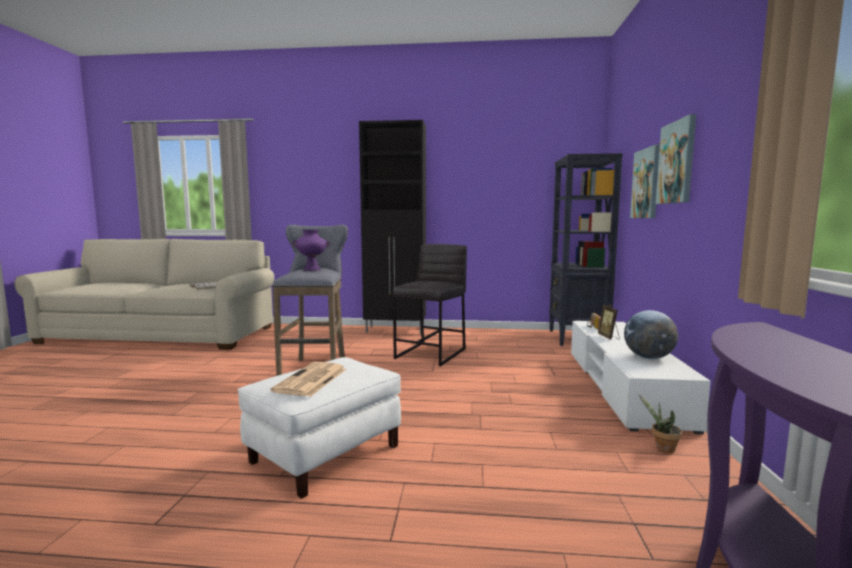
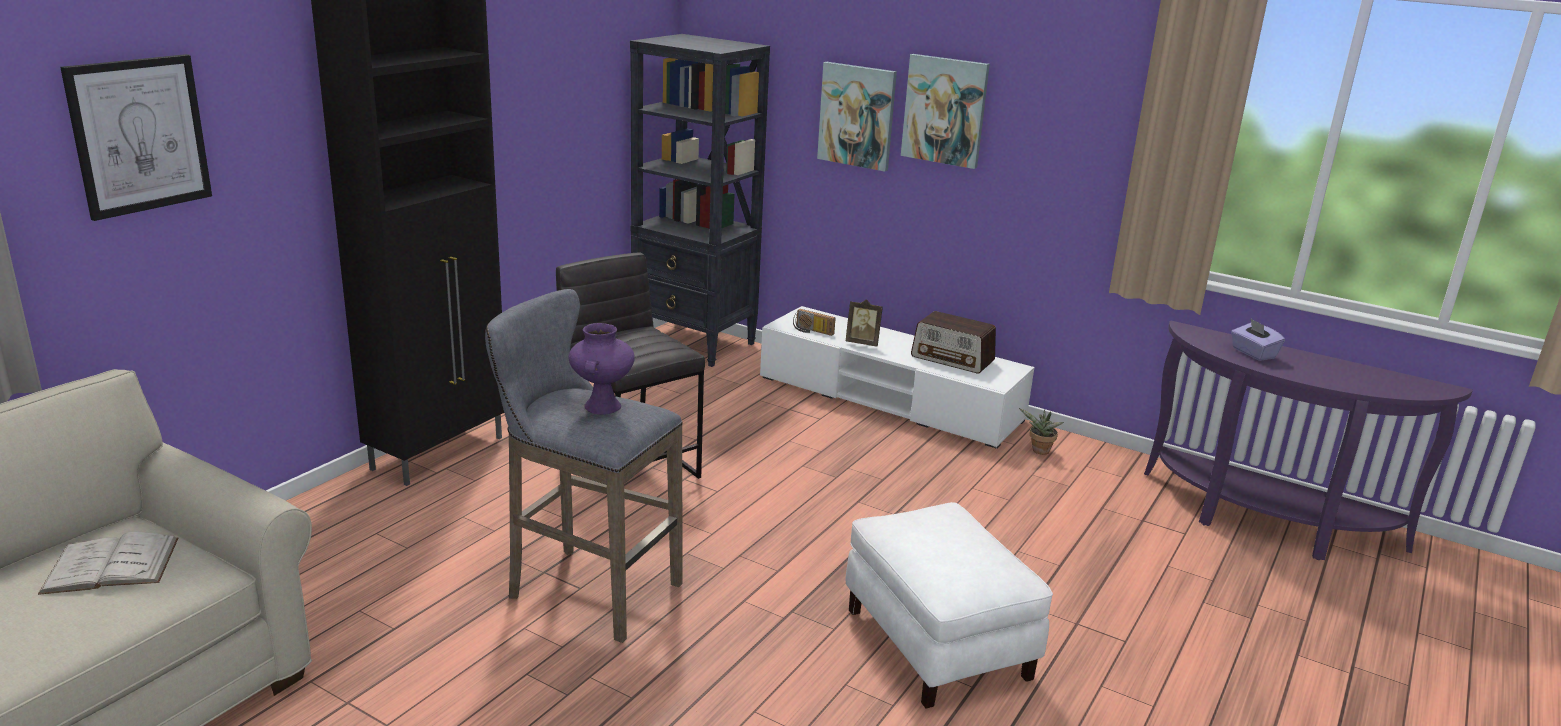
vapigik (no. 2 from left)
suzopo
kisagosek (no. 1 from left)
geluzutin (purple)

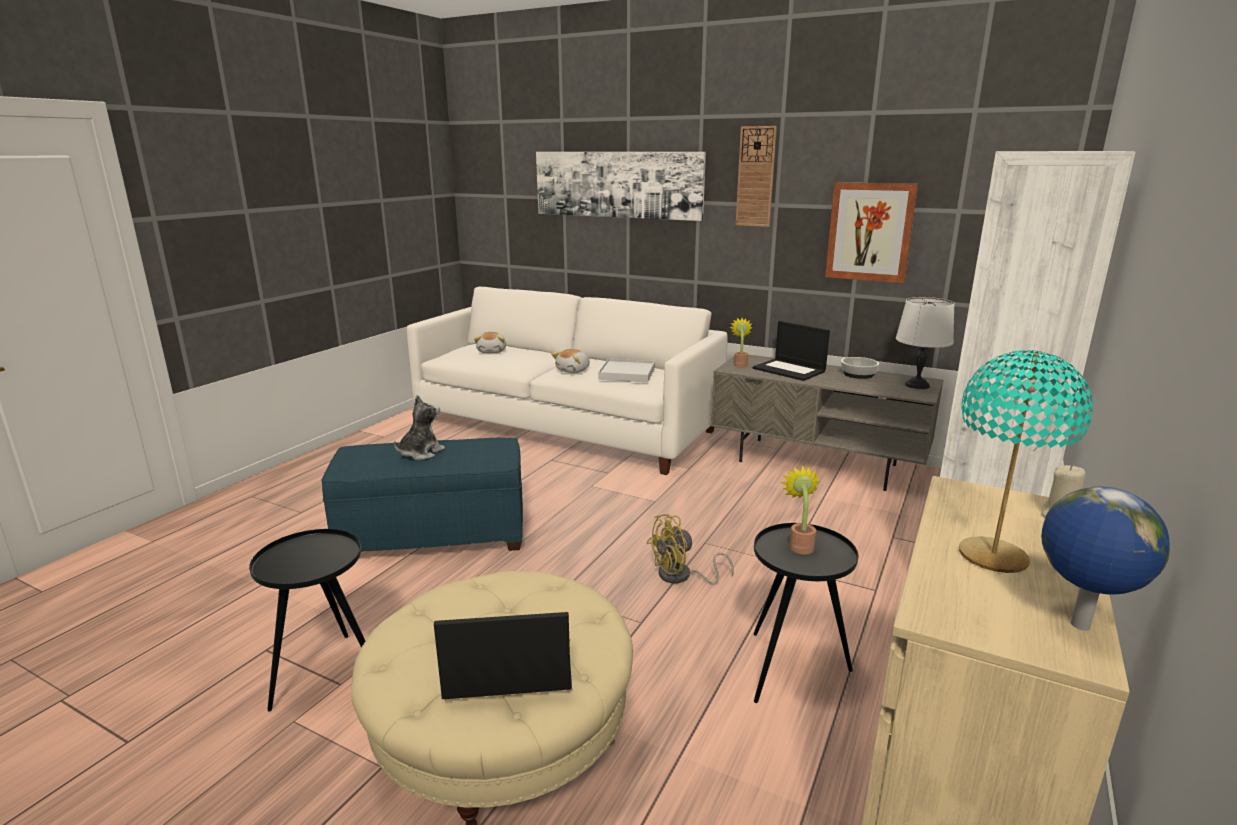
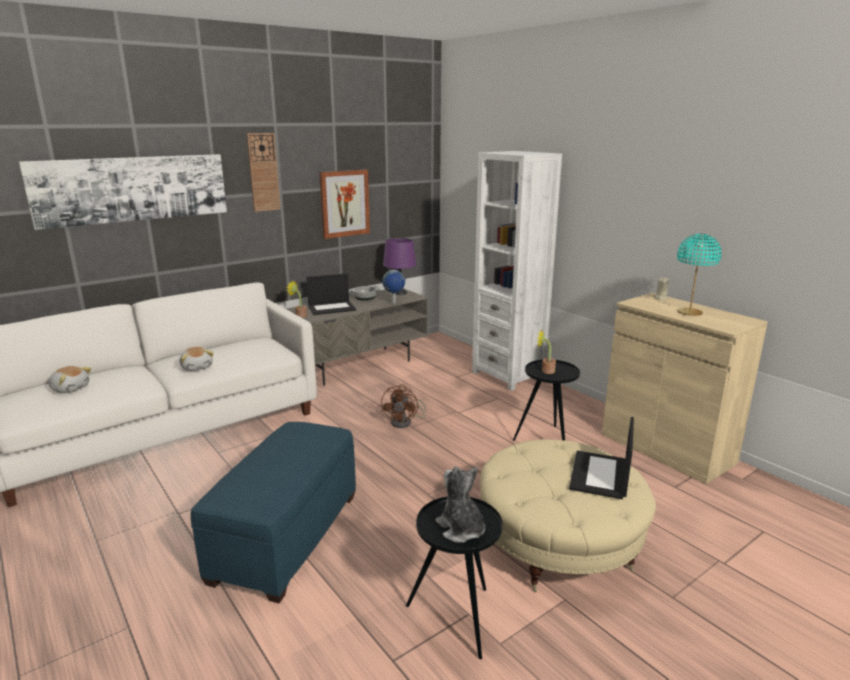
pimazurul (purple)
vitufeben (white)
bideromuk (no. 3 from left)
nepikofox
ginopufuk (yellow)
ginopufuk (brown)

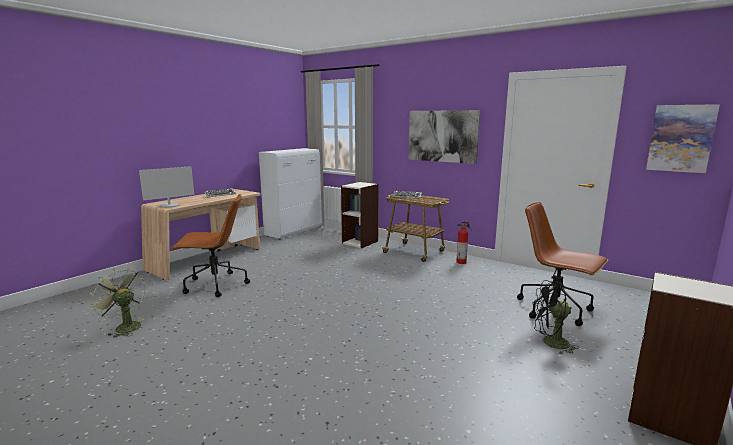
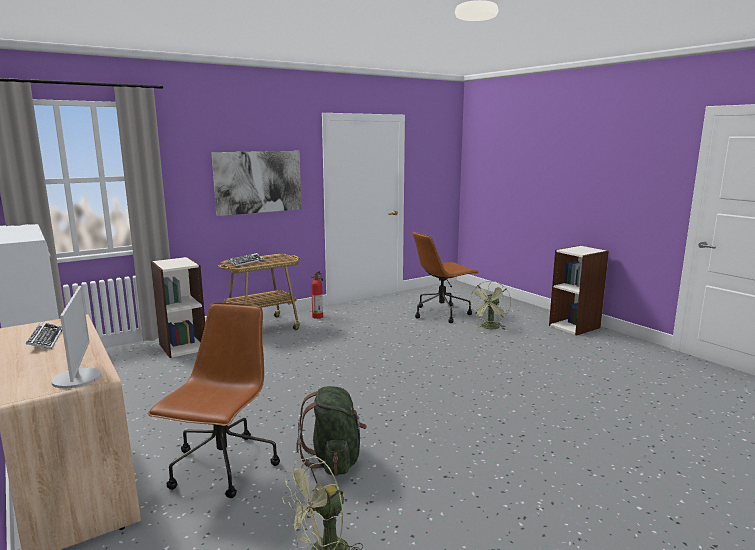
kisagosek (no. 2 from left in the first image)
ginopufuk (green) (no. 2 from left)
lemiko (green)

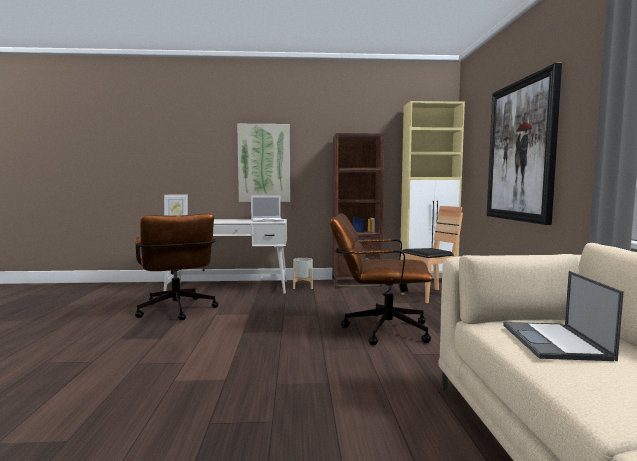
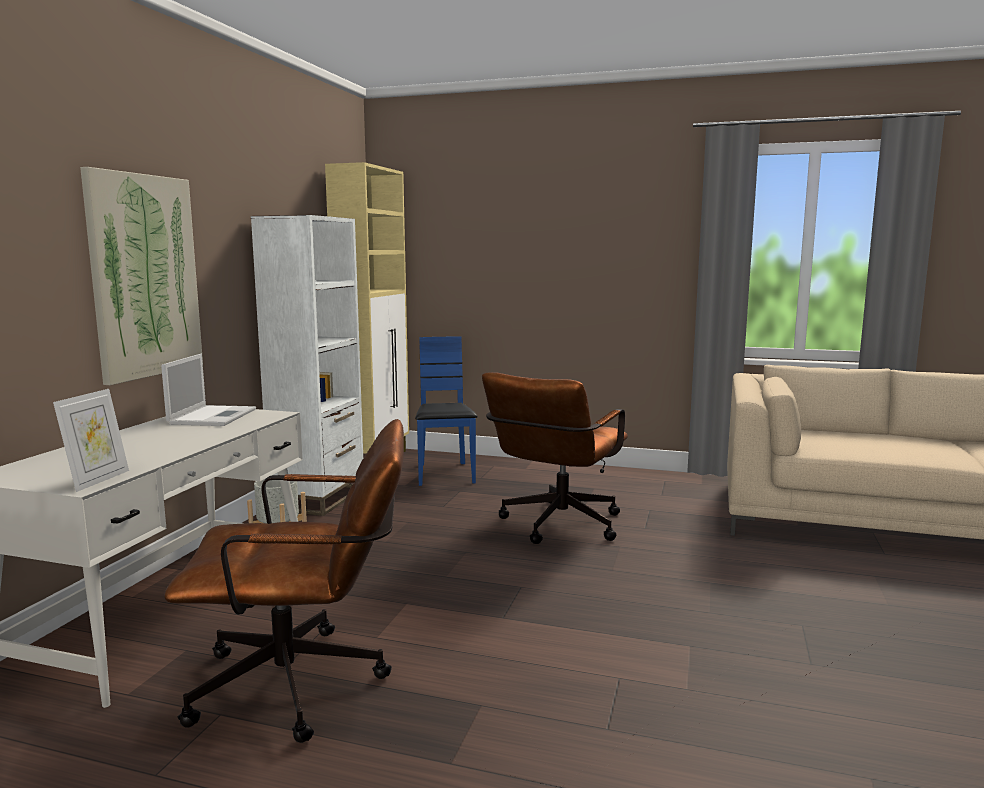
kisagosek (no. 2 from left in the first image)
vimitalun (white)
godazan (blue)
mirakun (no. 2 from left in the first image)

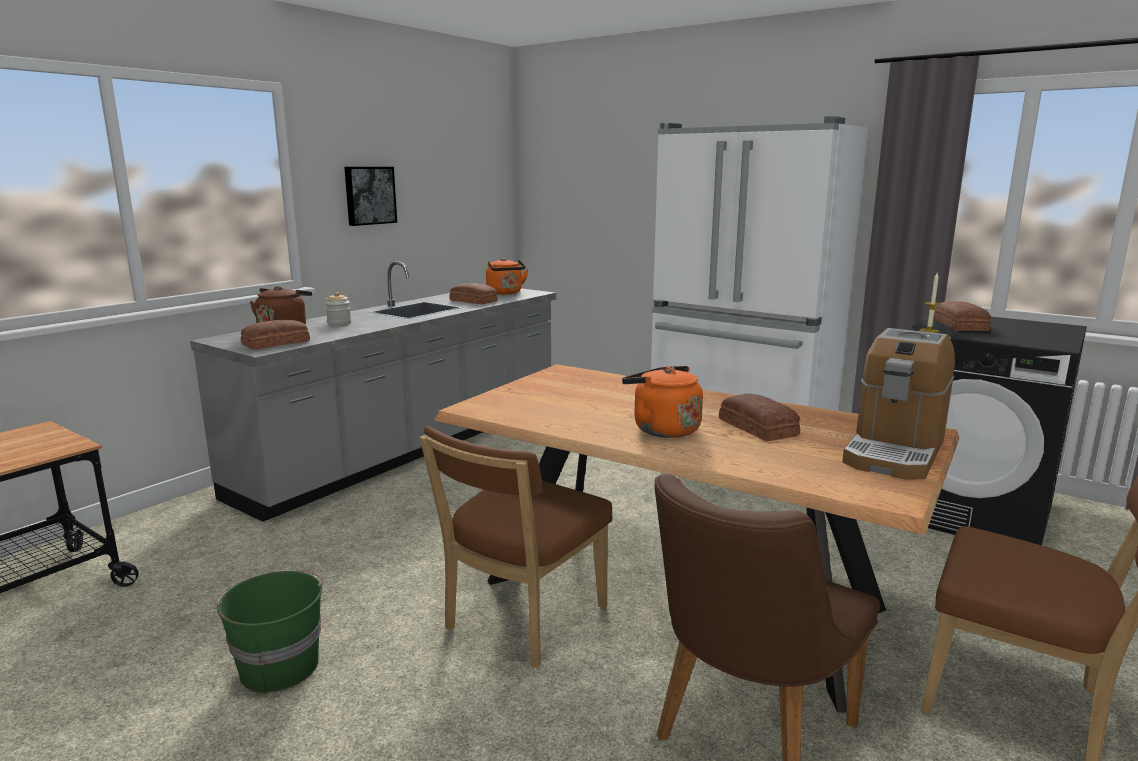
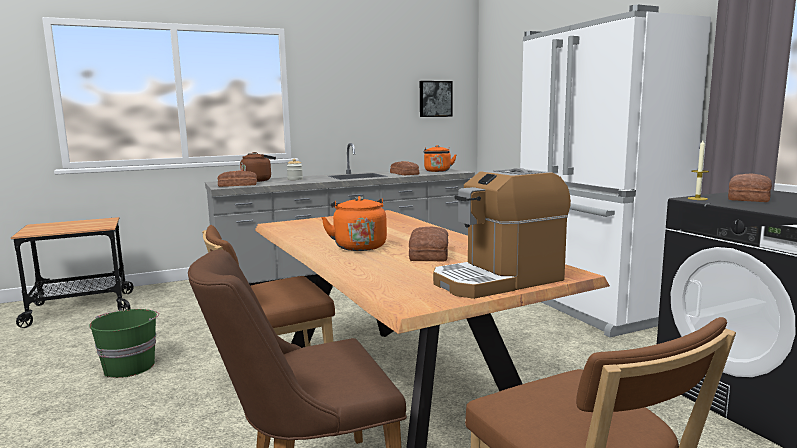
kisagosek

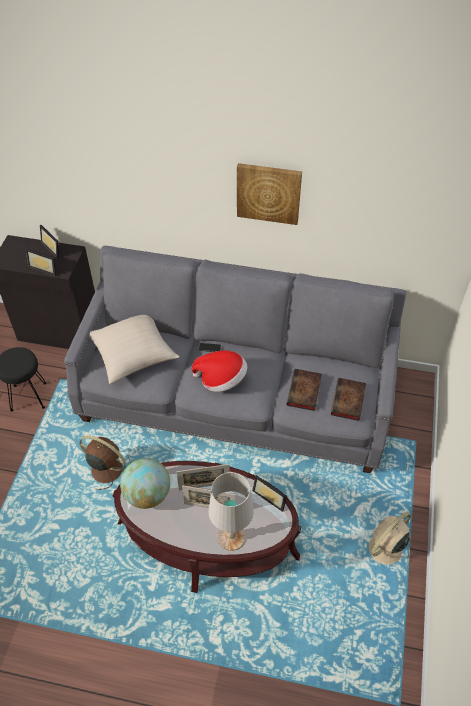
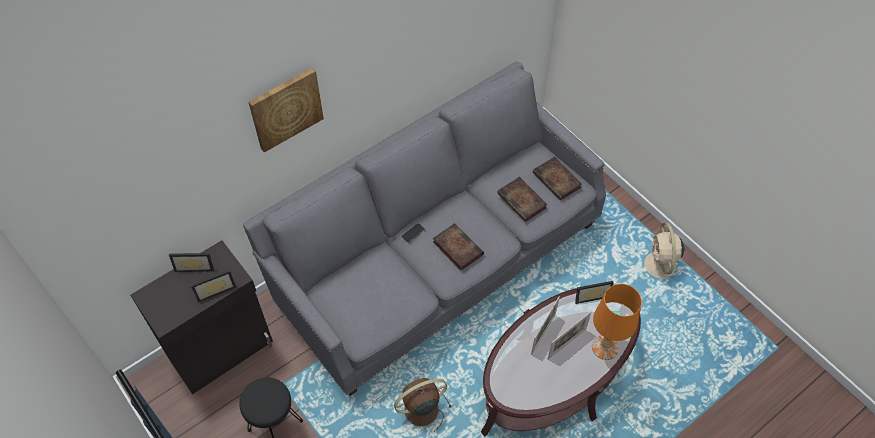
kisagosek
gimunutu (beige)
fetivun (no. 1 from left)
nepikofox
pimazurul (orange)

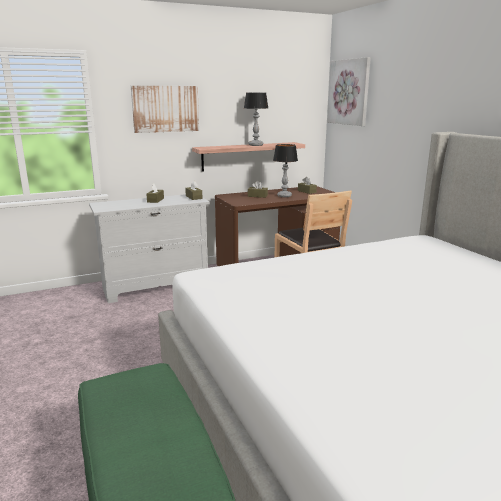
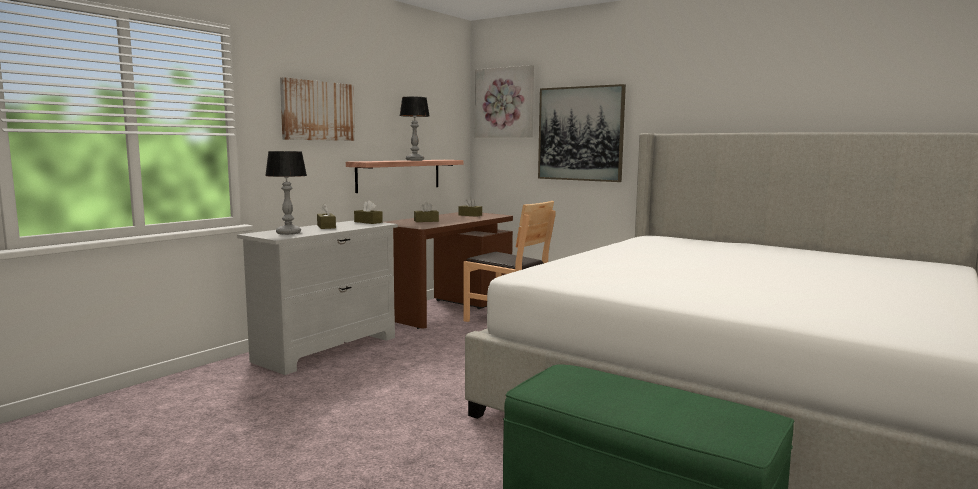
pimazurul (no. 1 from left)
kisagosek (no. 3 from left)

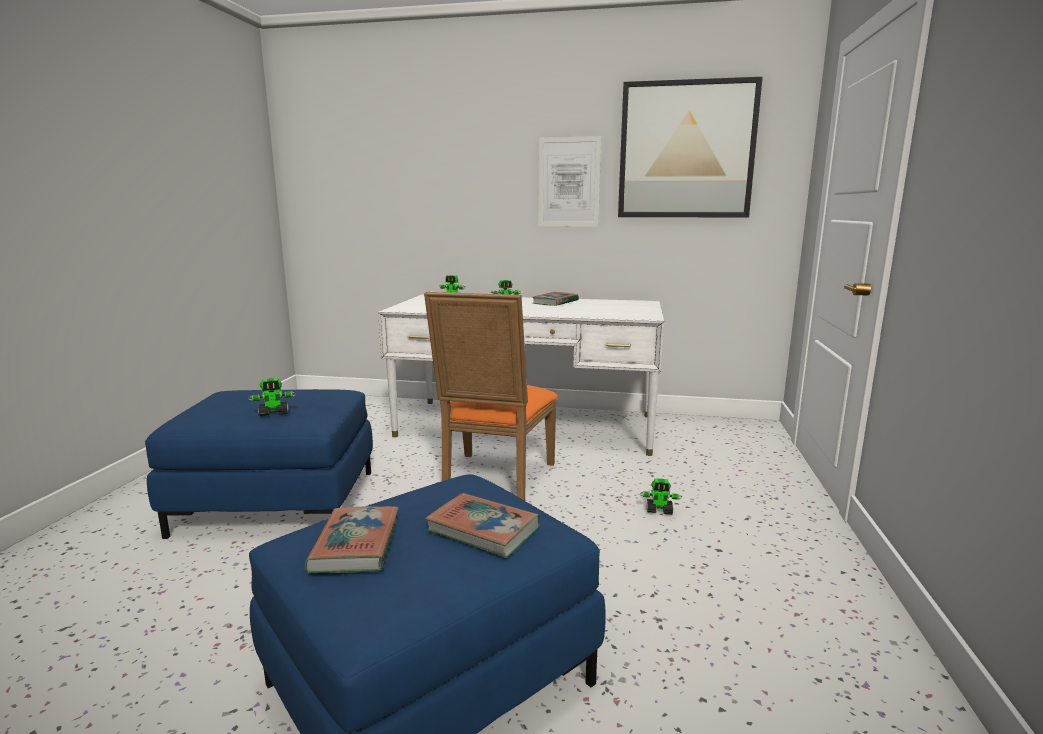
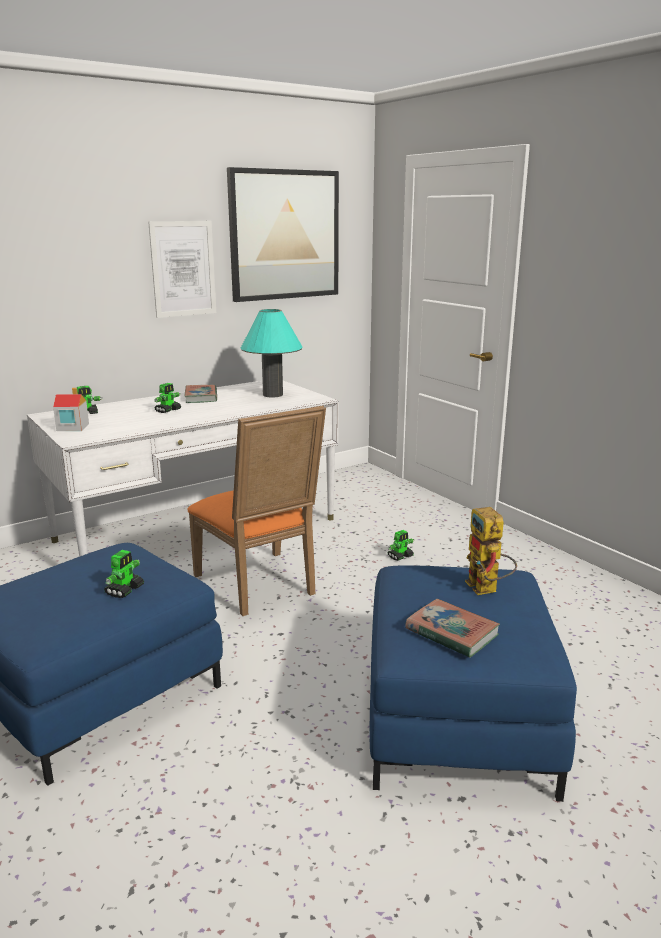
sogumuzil (no. 5 from left)
pimazurul (turquoise)
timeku

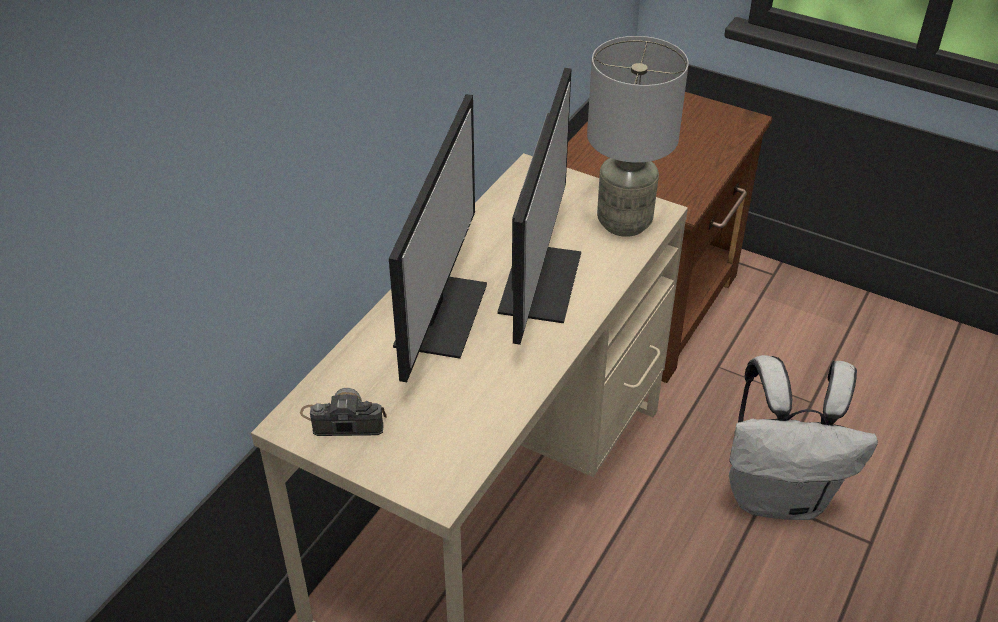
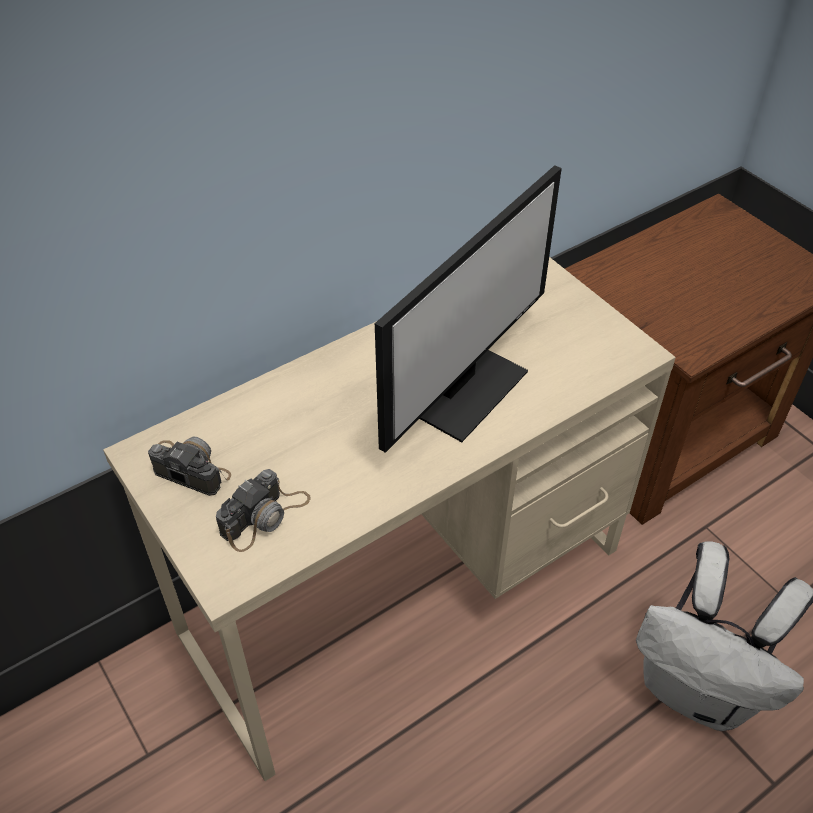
pimazurul (grey)
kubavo (no. 1 from left in the first image)
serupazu (no. 2 from left)

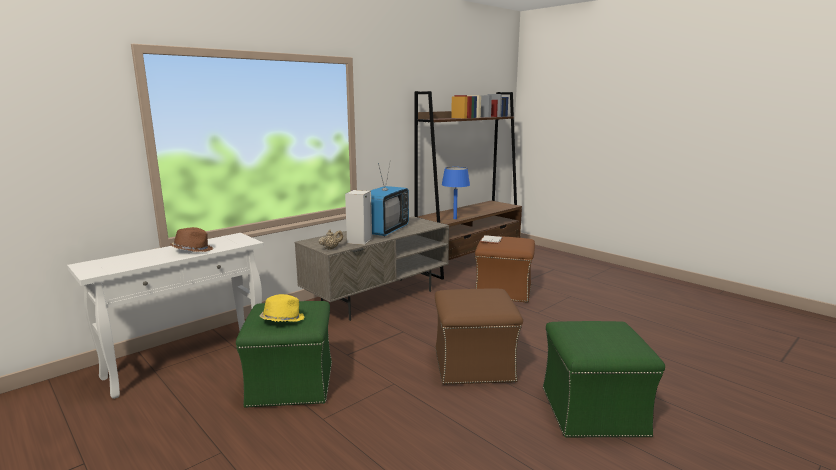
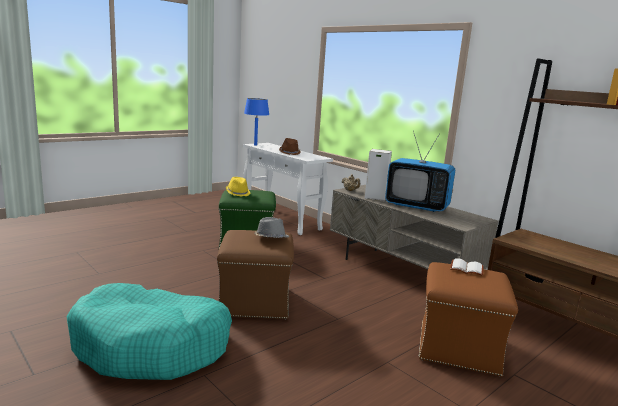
pimazurul (blue)
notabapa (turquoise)
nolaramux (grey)

